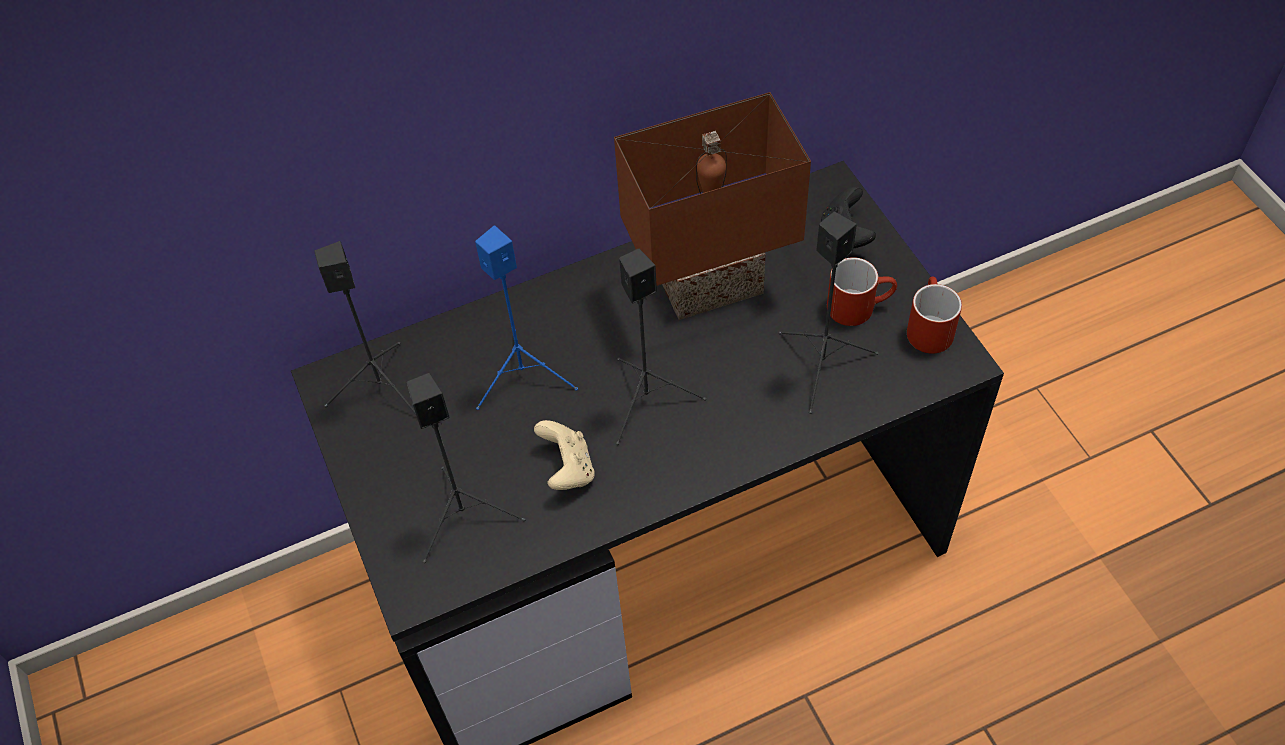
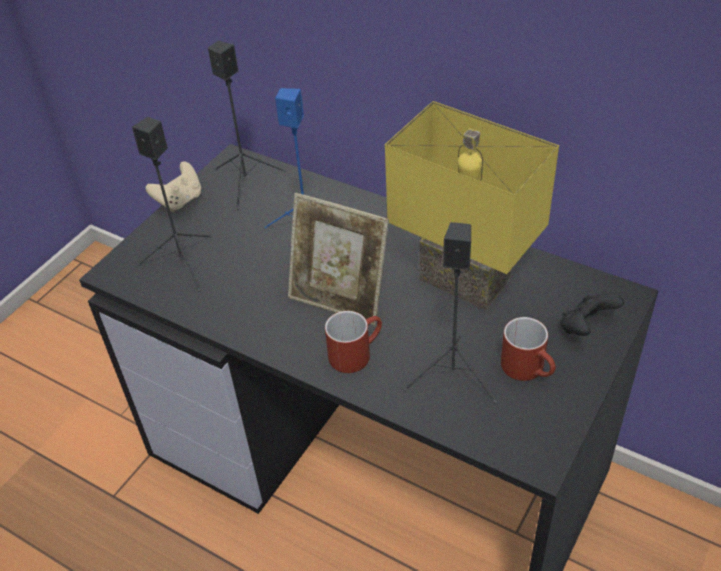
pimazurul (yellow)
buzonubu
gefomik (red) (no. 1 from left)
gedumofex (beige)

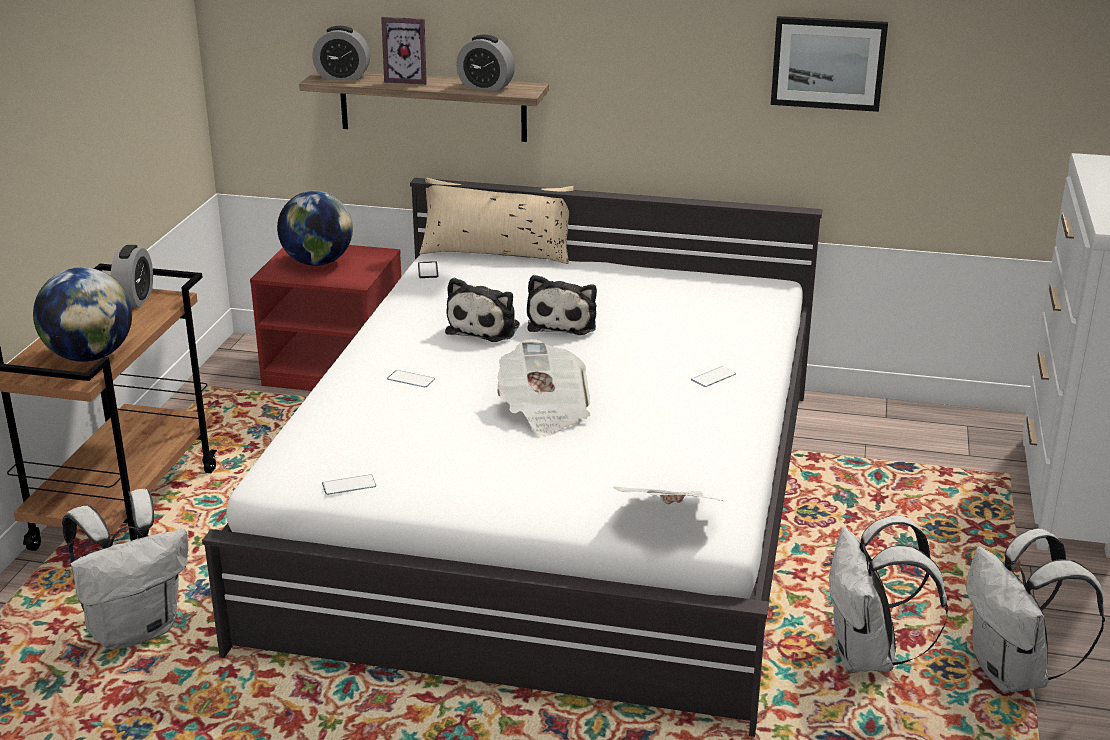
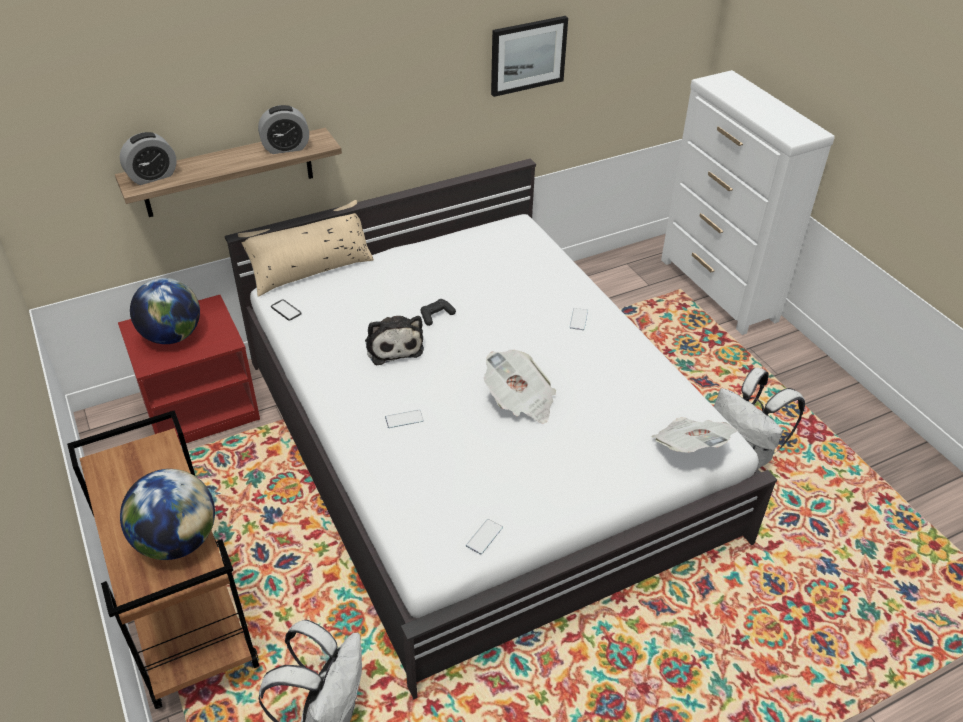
buzonubu
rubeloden (no. 1 from left in the first image)
gedumofex (black)
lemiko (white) (no. 3 from left in the first image)

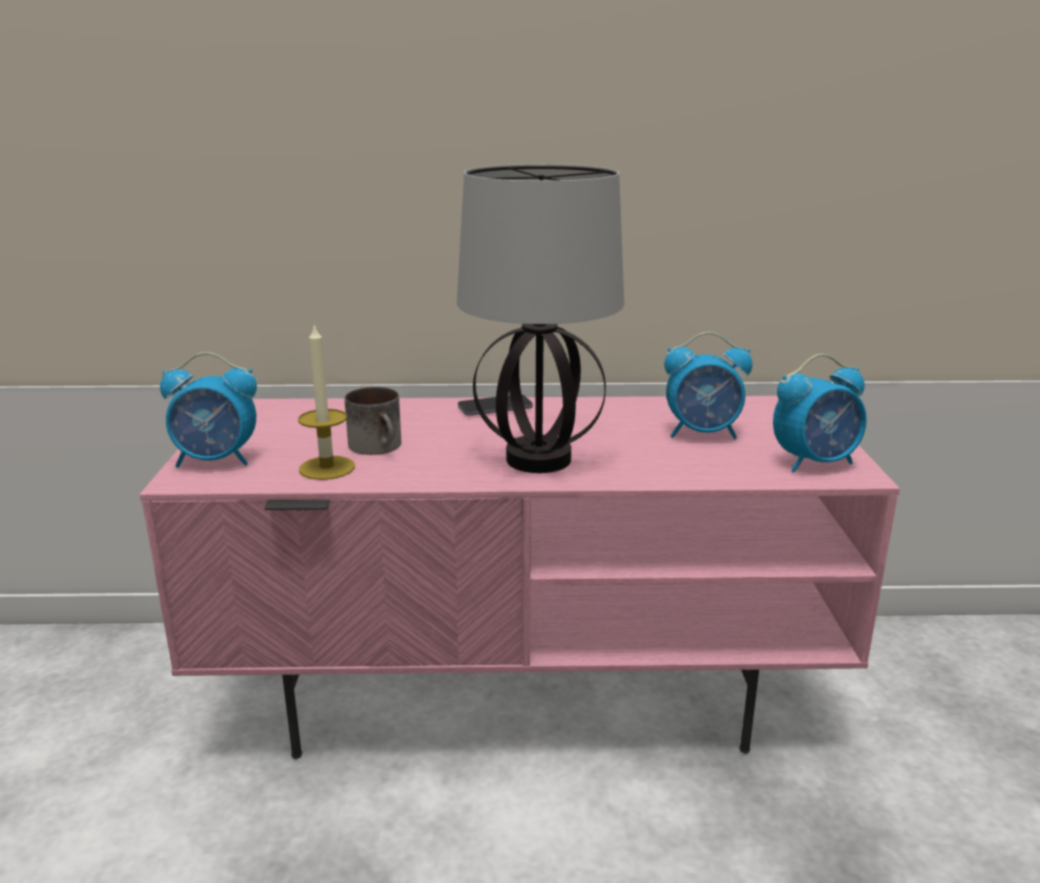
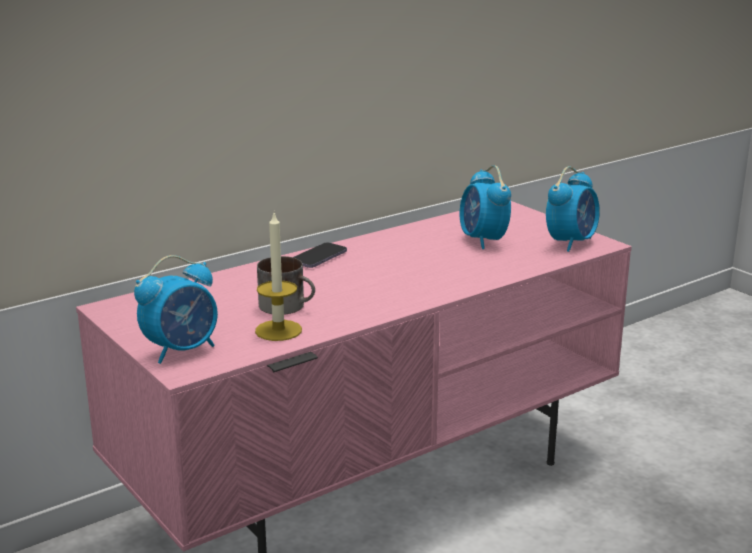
pimazurul
rubeloden (no. 2 from left)

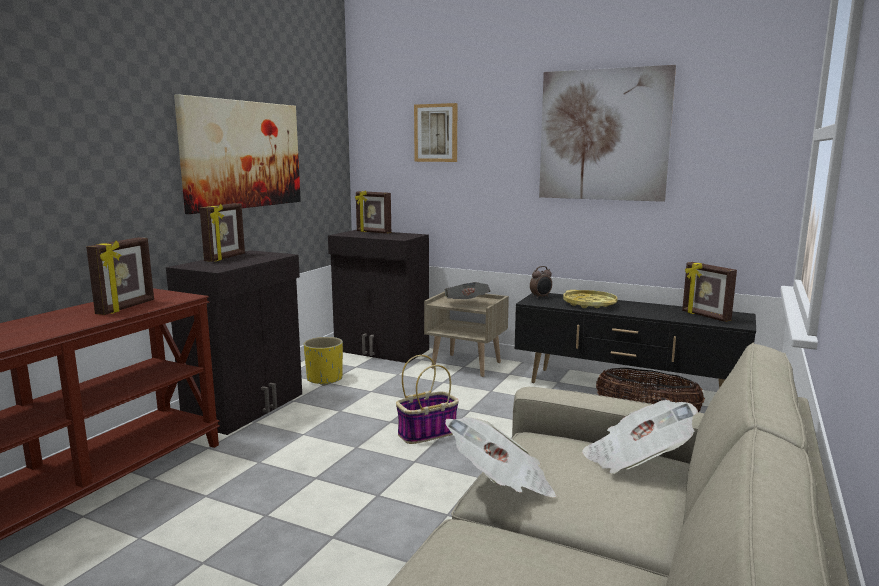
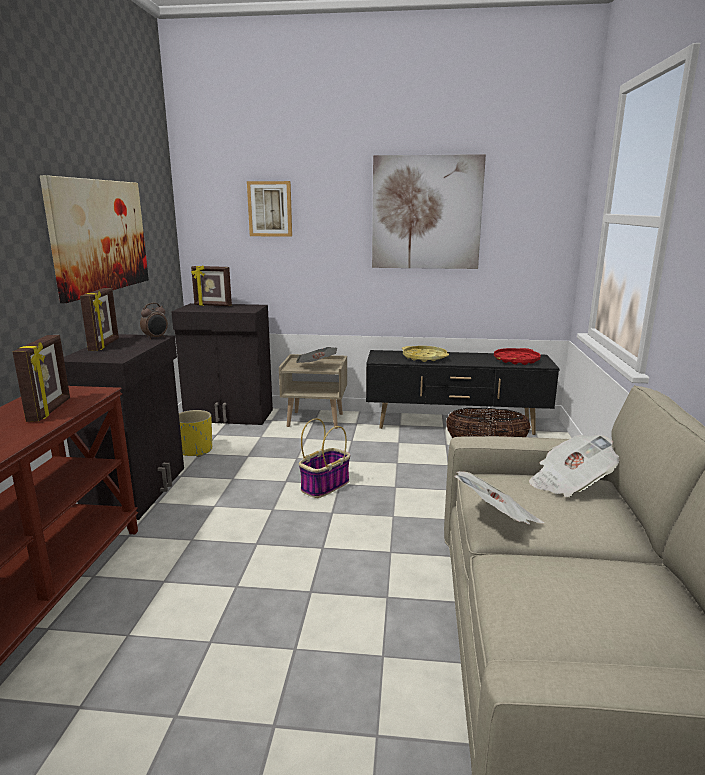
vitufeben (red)
rubeloden

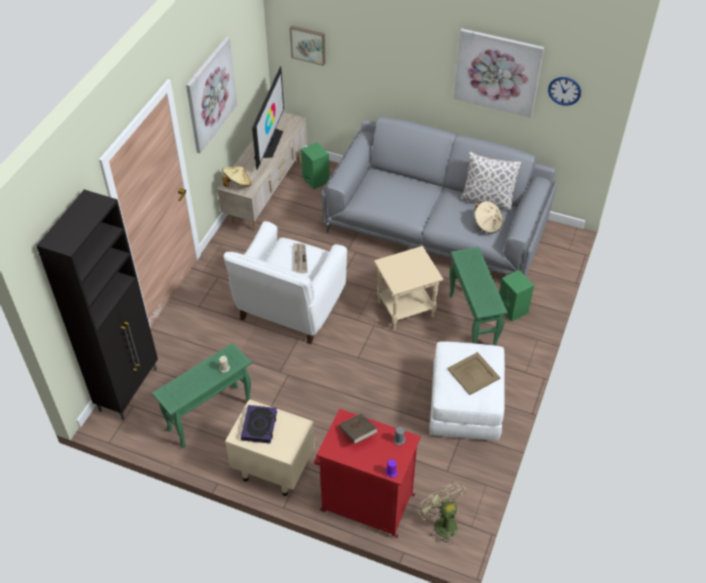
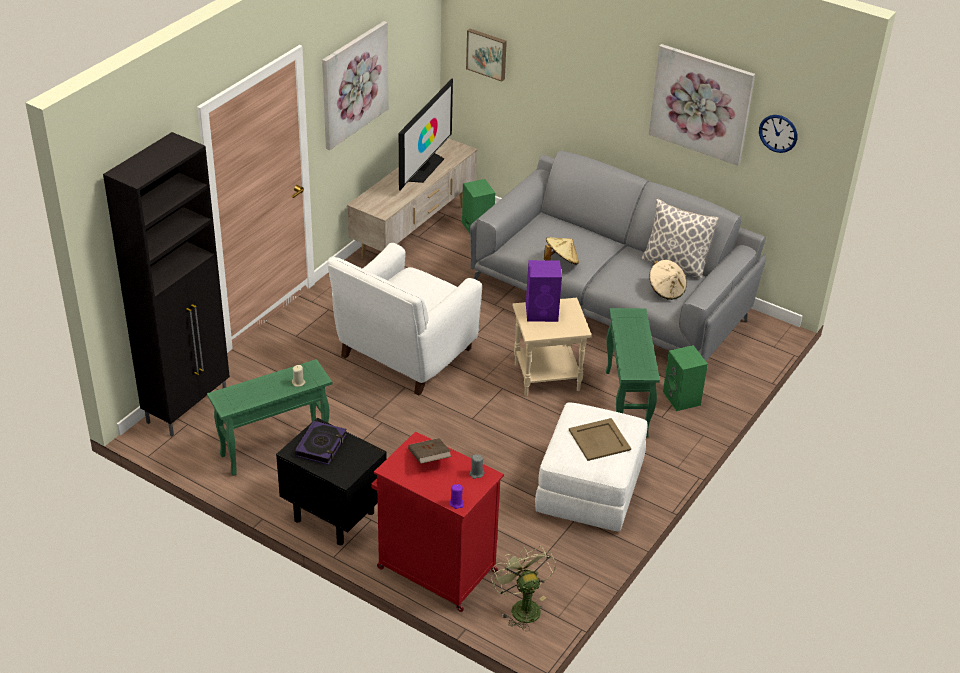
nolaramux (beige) (no. 1 from left)
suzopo
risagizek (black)
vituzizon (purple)

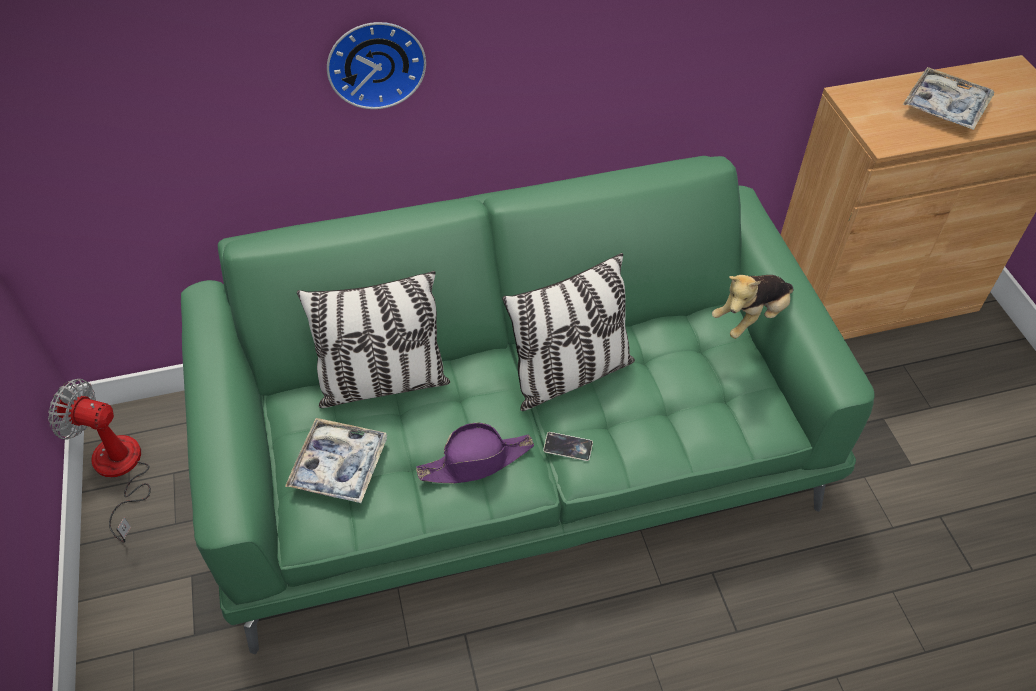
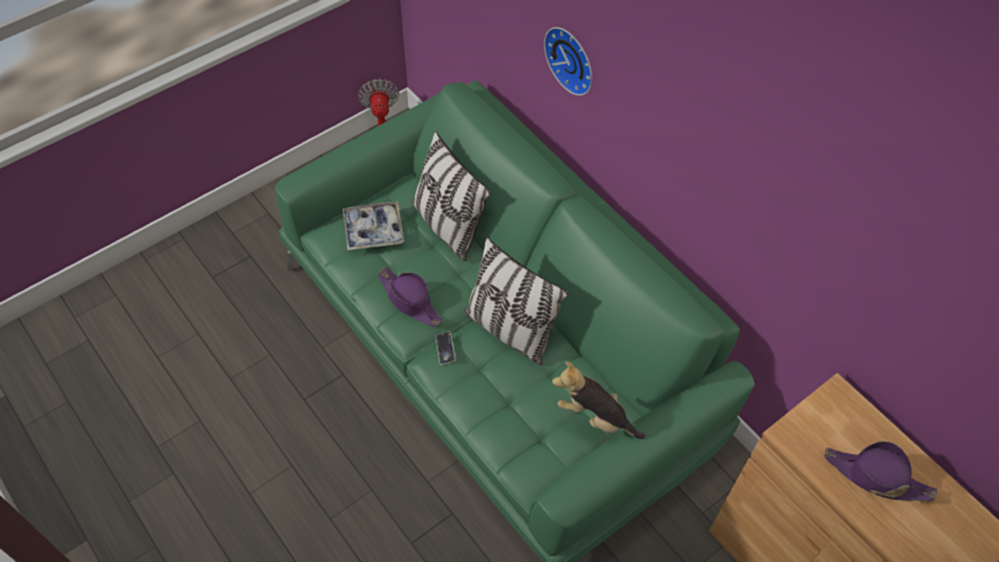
nolaramux (purple) (no. 2 from left)

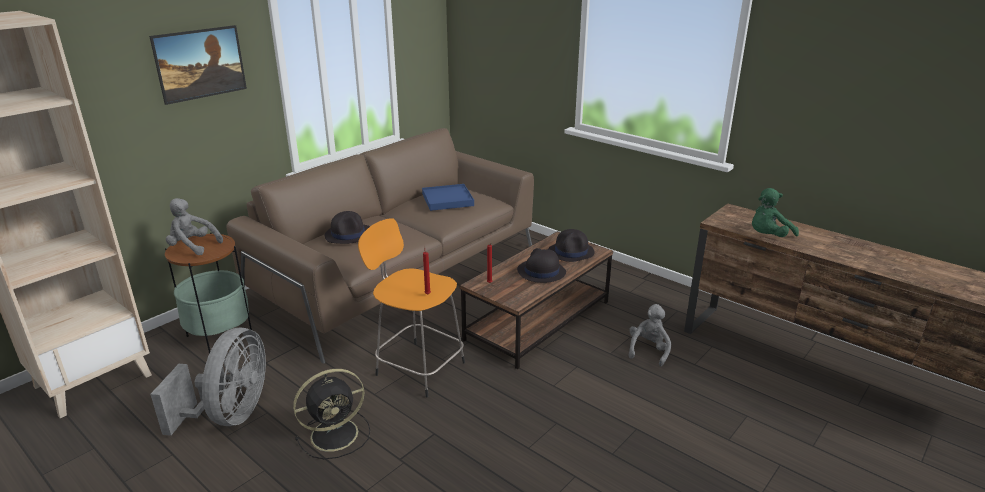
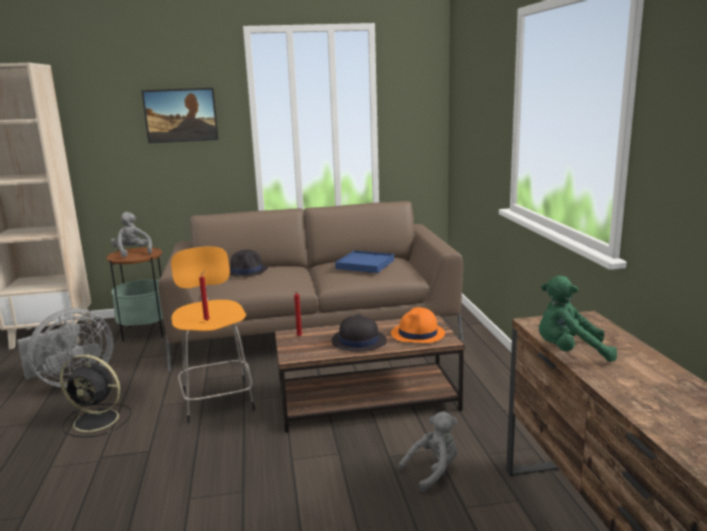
nolaramux (orange)

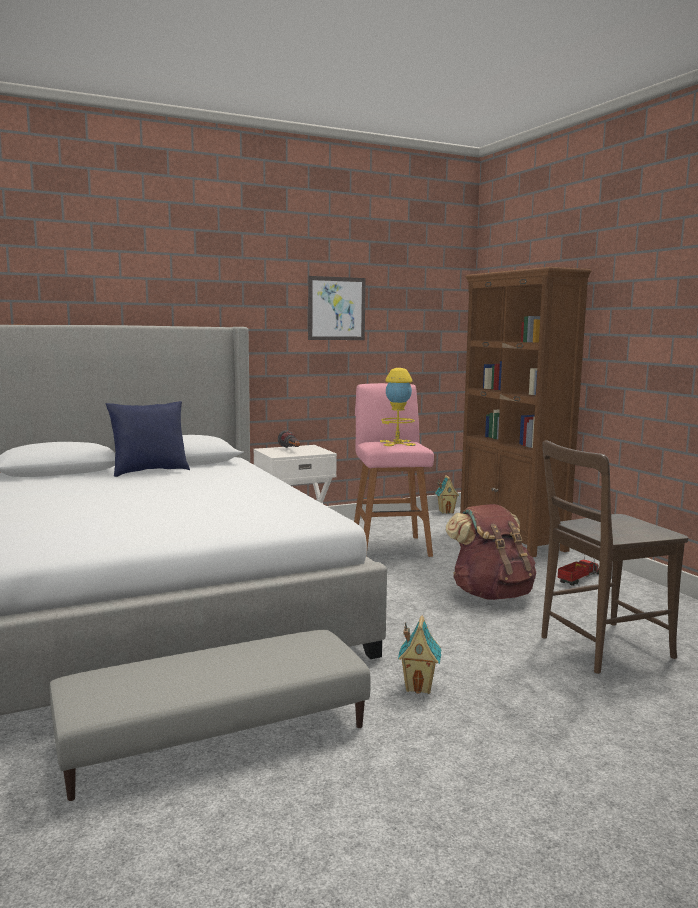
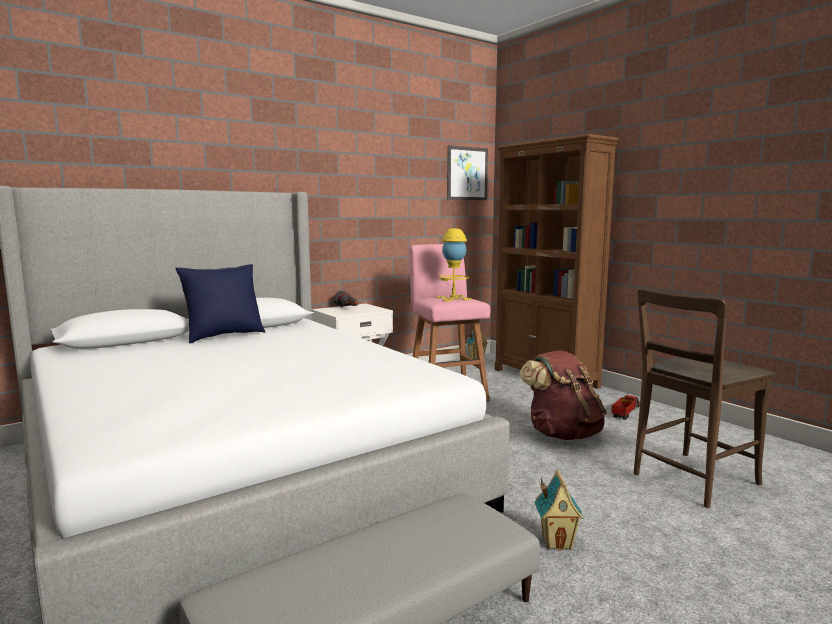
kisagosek

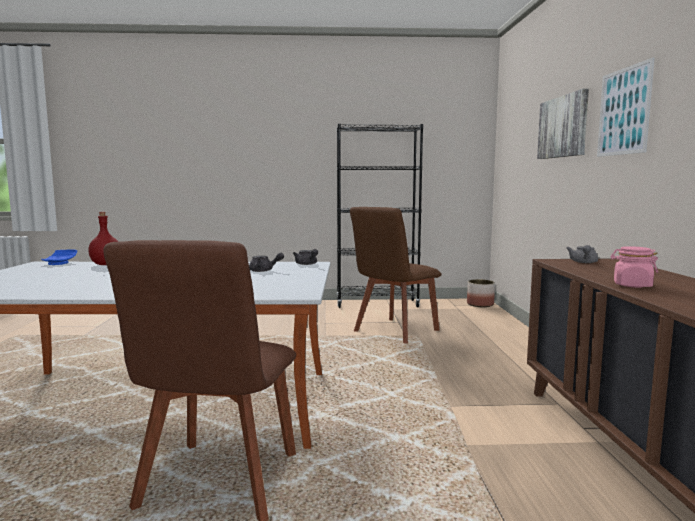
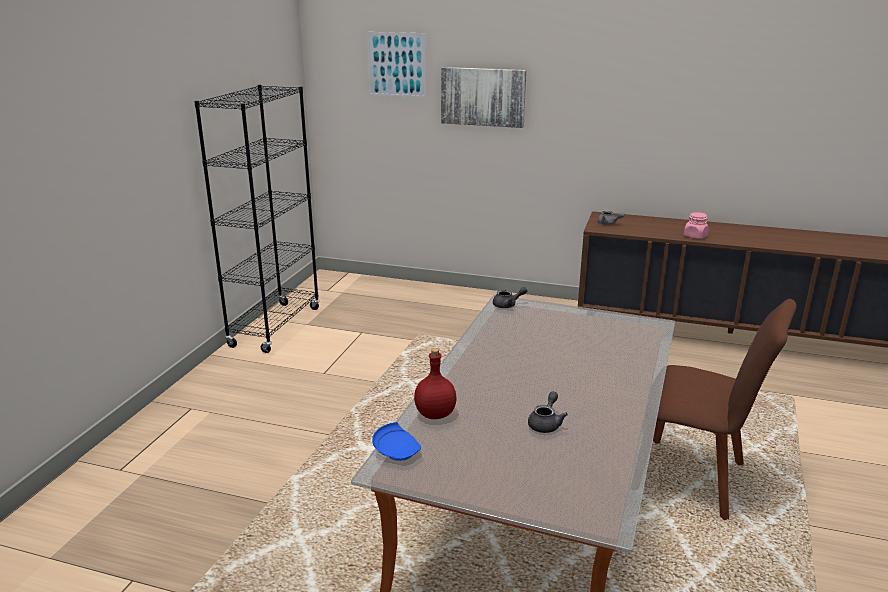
kisagosek (no. 1 from left)
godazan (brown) (no. 2 from left in the first image)
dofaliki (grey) (no. 2 from left)
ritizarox

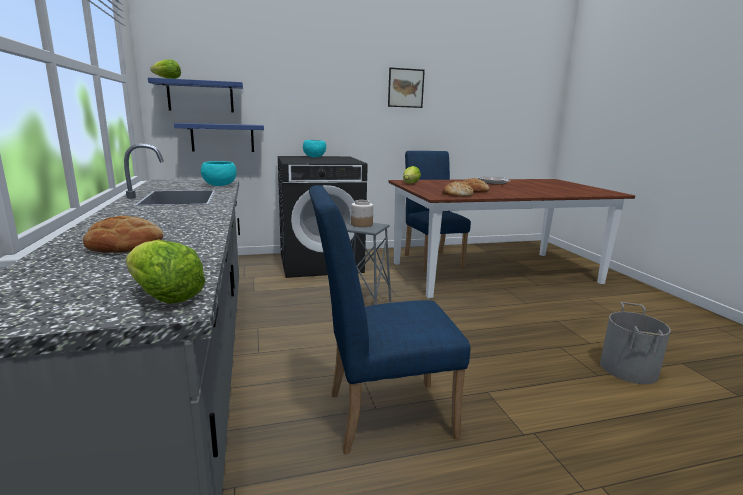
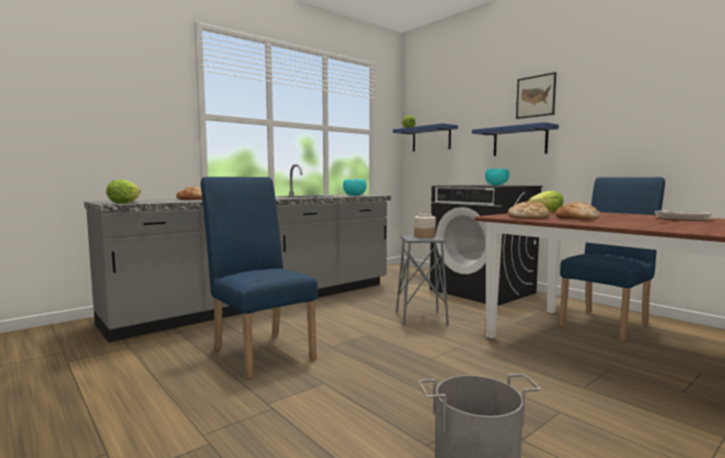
kisagosek
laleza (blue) (no. 2 from left)

